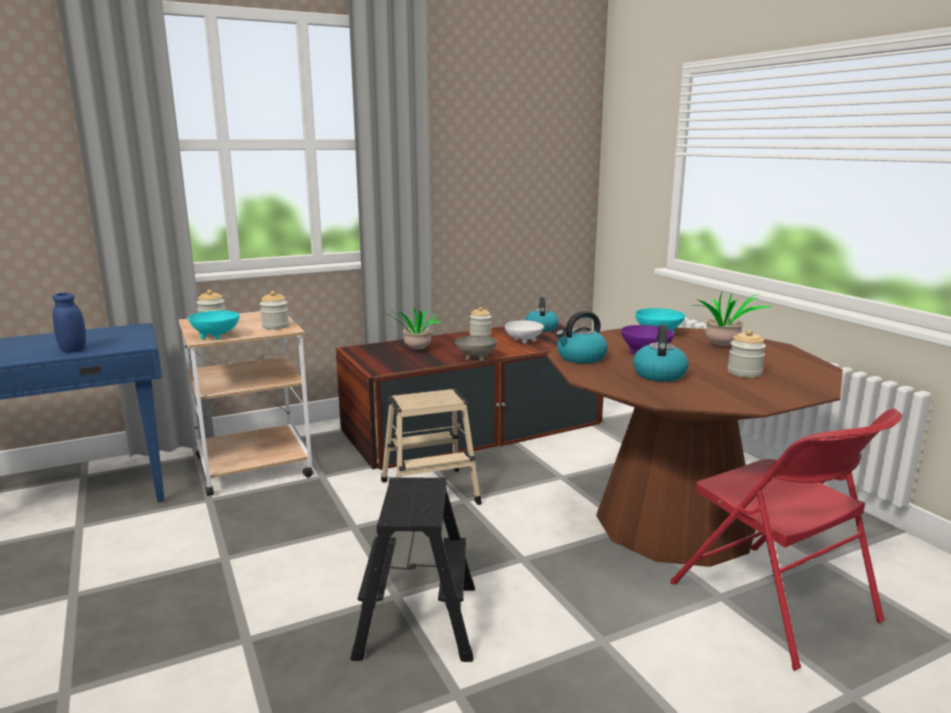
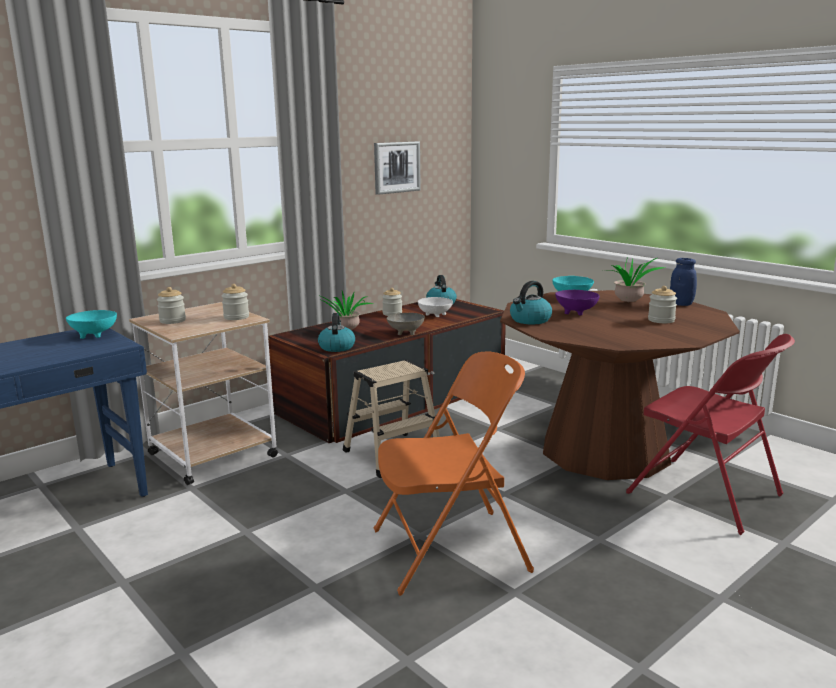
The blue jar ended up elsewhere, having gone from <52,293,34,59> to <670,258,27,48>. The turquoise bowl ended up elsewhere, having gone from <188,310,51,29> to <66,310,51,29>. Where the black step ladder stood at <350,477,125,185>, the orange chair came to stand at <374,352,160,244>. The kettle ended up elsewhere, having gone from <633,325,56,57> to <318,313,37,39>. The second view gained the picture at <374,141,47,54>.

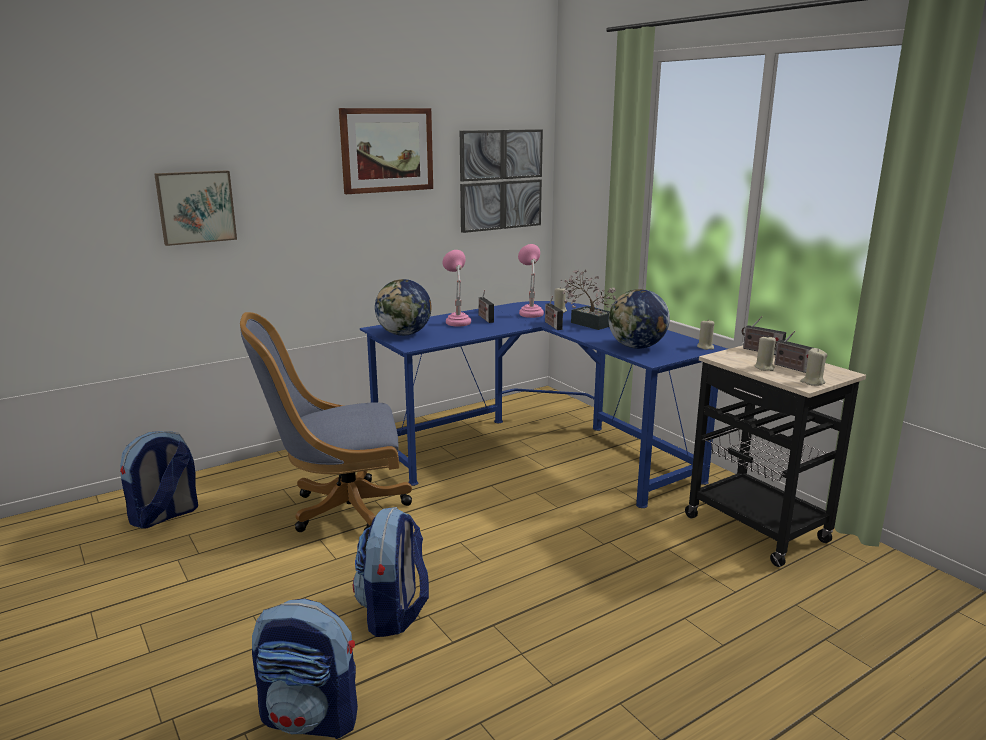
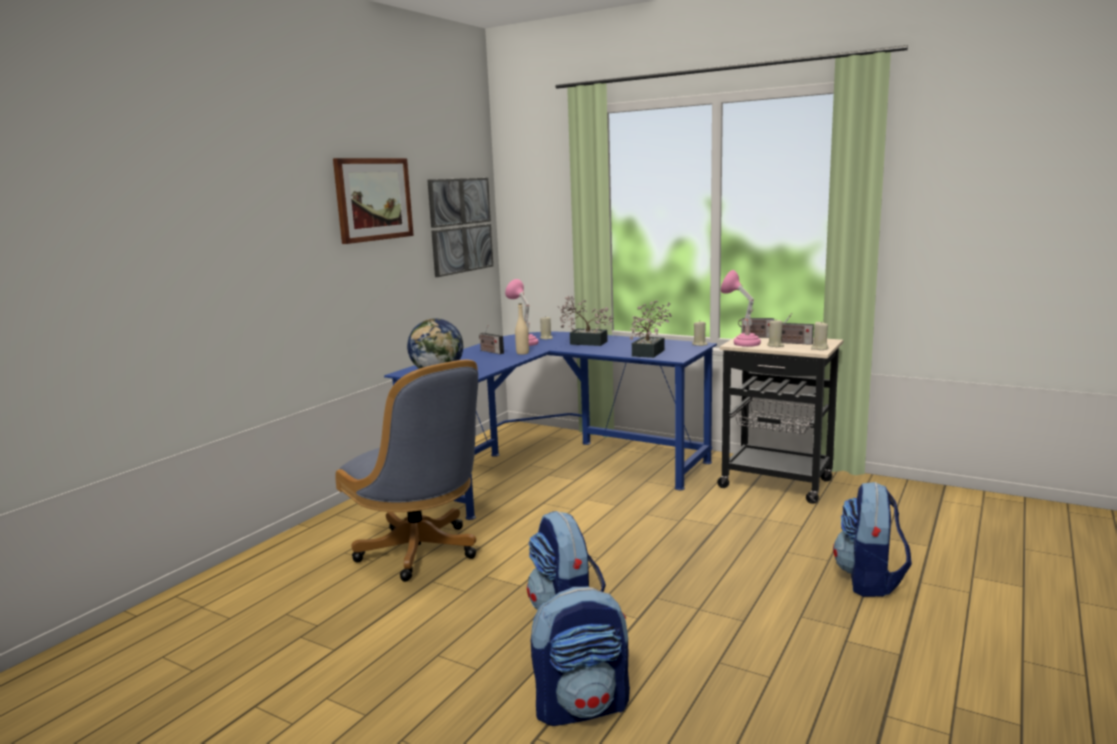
The backpack ended up elsewhere, having gone from <120,431,78,98> to <833,482,79,115>. The second view lost the picture at <154,170,83,76>. The blue office chair at <240,312,172,220> ended up facing another way, 90 degrees counterclockwise from before. The pink table lamp ended up elsewhere, having gone from <442,250,29,77> to <721,270,40,77>. The second view lost the radio at <545,296,18,34>. Where the globe stood at <608,289,62,60>, the potted plant came to stand at <630,300,42,58>. The second view gained the beige bottle at <515,303,14,52>.

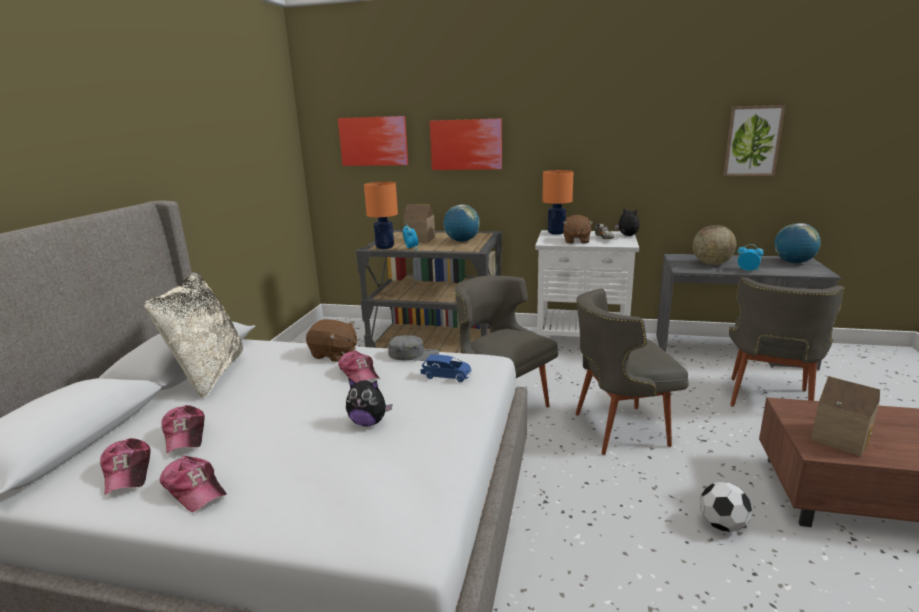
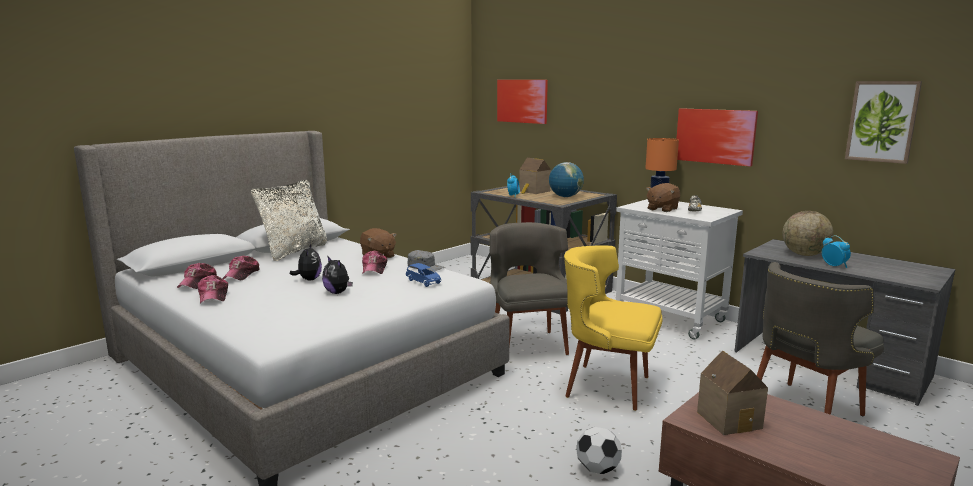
The second view lost the orange table lamp at <364,182,34,67>. The picture ended up elsewhere, having gone from <430,118,72,52> to <676,108,82,59>. What was the grey chair at <576,289,113,166> turned into the yellow chair at <564,245,99,166>. The plush toy ended up elsewhere, having gone from <615,208,24,28> to <290,245,32,35>. The second view lost the globe at <774,223,47,40>.

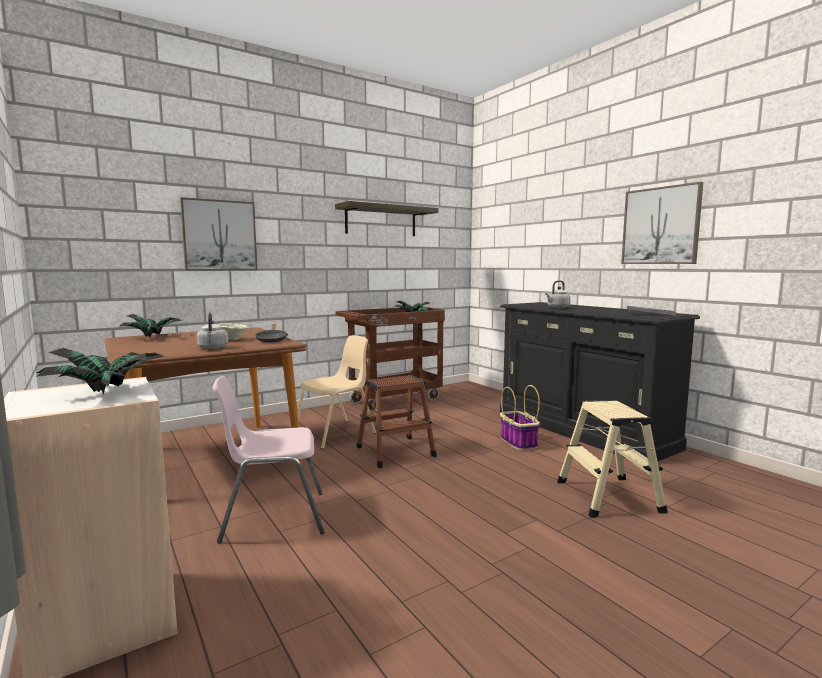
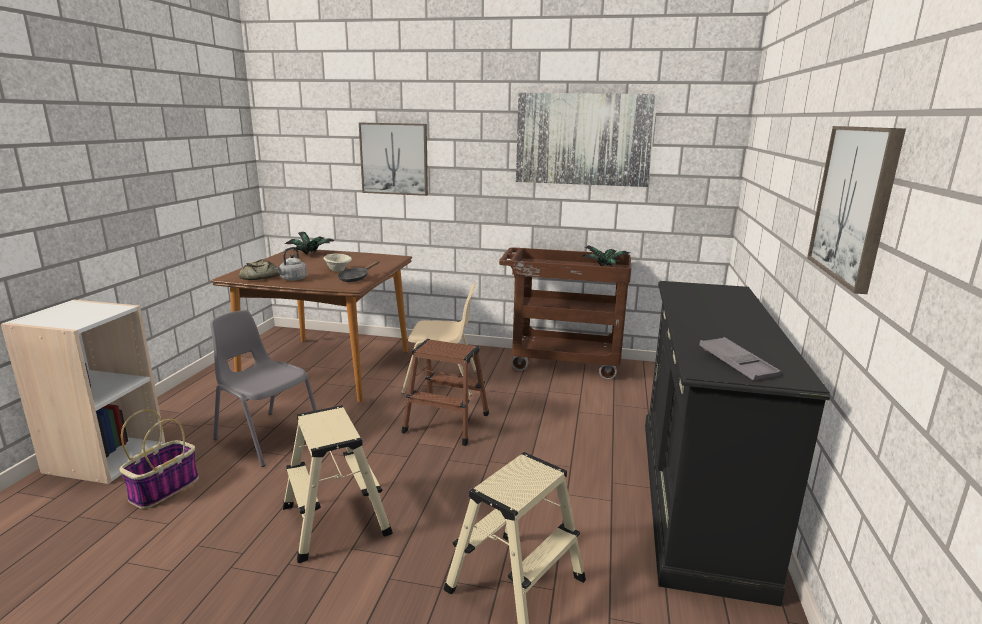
The second view lost the potted plant at <36,348,129,47>. What was the pink chair at <212,376,113,167> turned into the grey chair at <210,310,107,157>. Where the shelf hung at <335,201,104,35>, the picture came to hang at <516,93,142,94>. The basket ended up elsewhere, having gone from <500,385,40,65> to <119,410,80,99>. The second view lost the grey kettle at <545,280,26,28>. The second view gained the bread at <239,259,41,21>. The second view gained the beige step ladder at <283,405,110,158>.

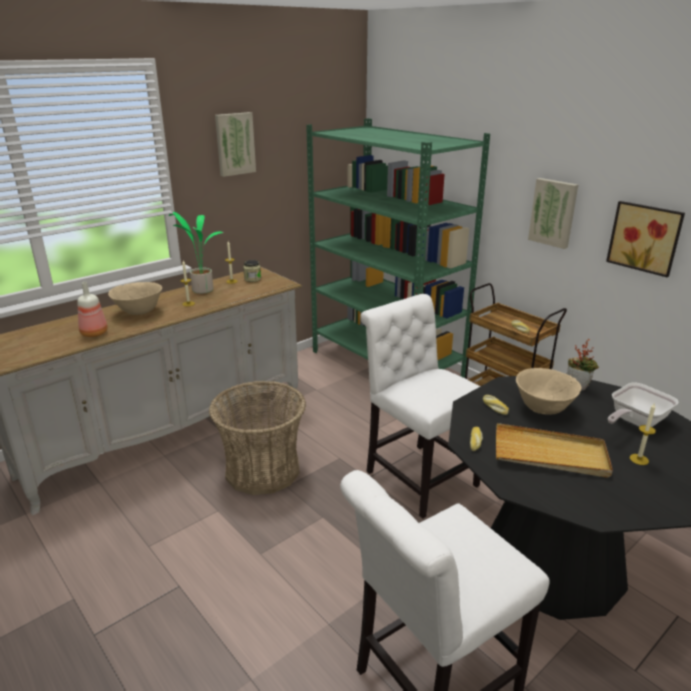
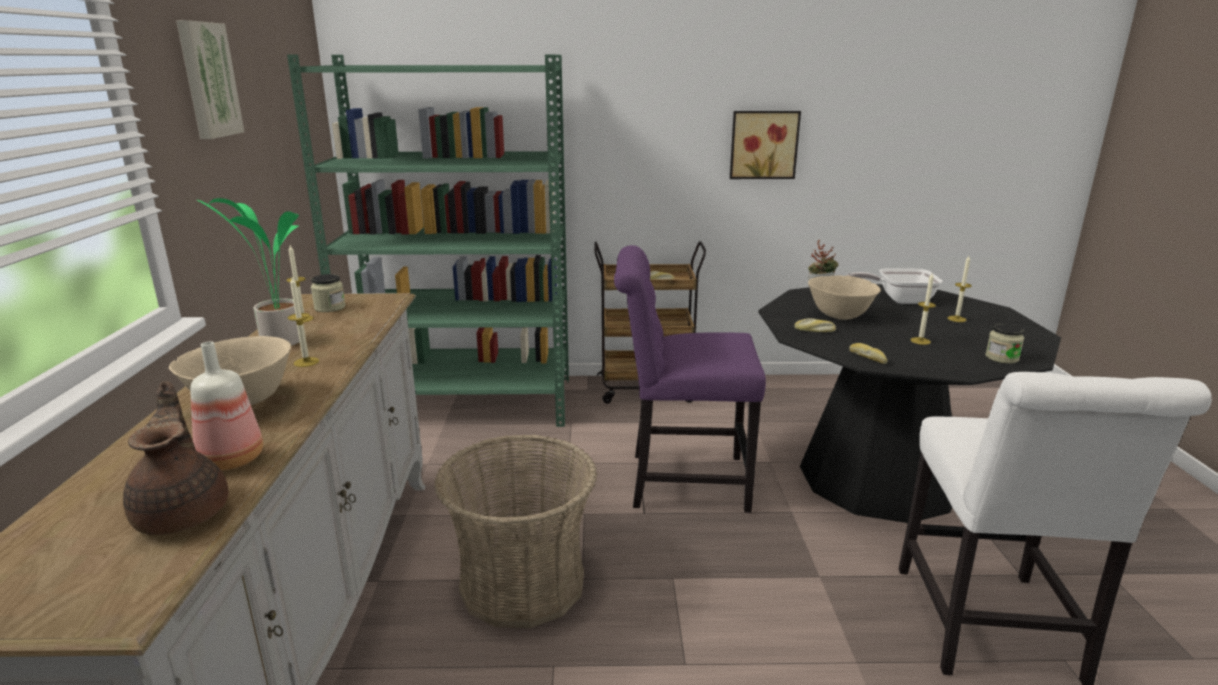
What was the white chair at <360,294,120,224> turned into the purple chair at <614,245,152,268>. Where the beige tray stood at <496,423,117,55>, the candle came to stand at <910,273,26,72>. The second view lost the picture at <528,178,50,71>. The frying pan at <608,382,71,45> ended up facing another way, 90 degrees clockwise from before. The second view gained the brown teapot at <123,382,105,153>. The second view gained the jar at <985,323,39,41>.

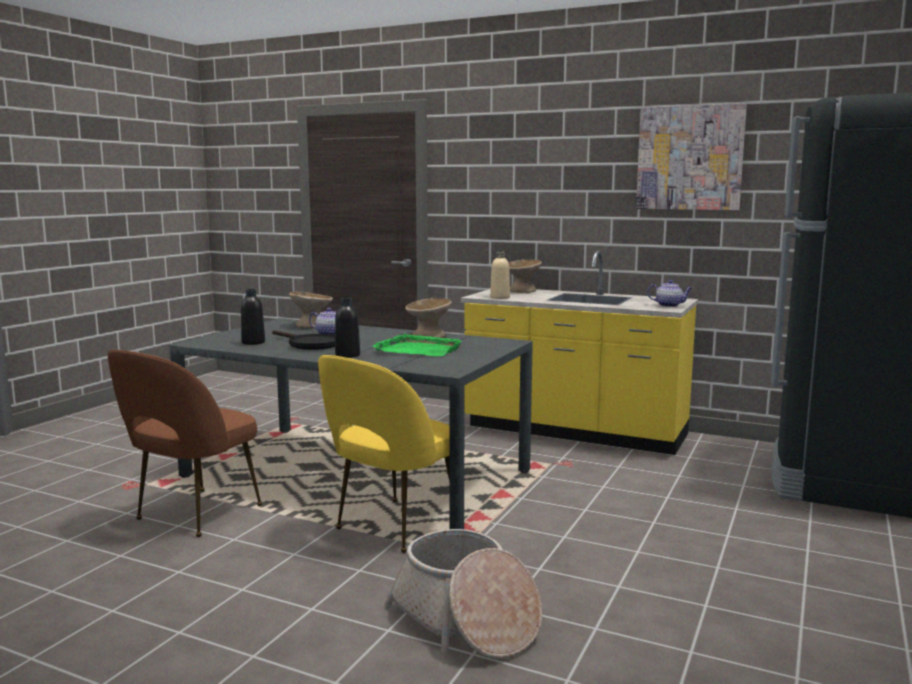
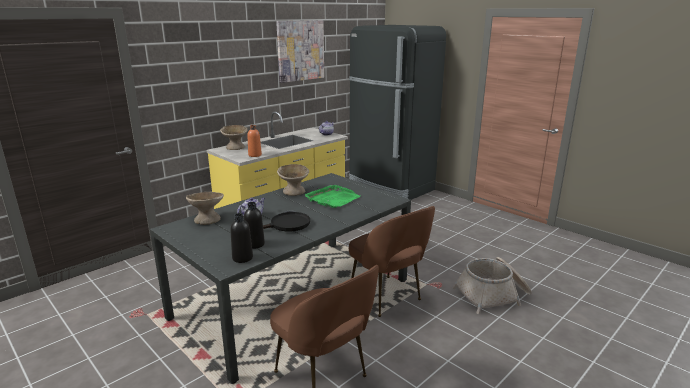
What was the yellow chair at <318,355,132,198> turned into the brown chair at <349,206,86,111>. The black bottle ended up elsewhere, having gone from <335,297,25,61> to <230,213,23,50>. What was the beige bottle at <490,252,20,47> turned into the orange bottle at <247,125,15,32>.

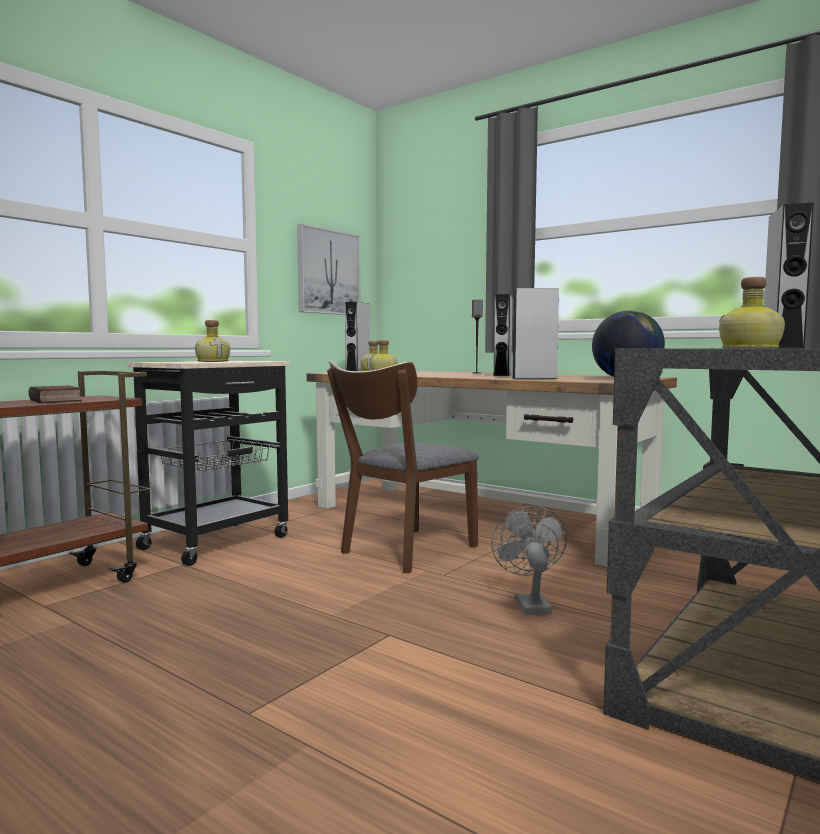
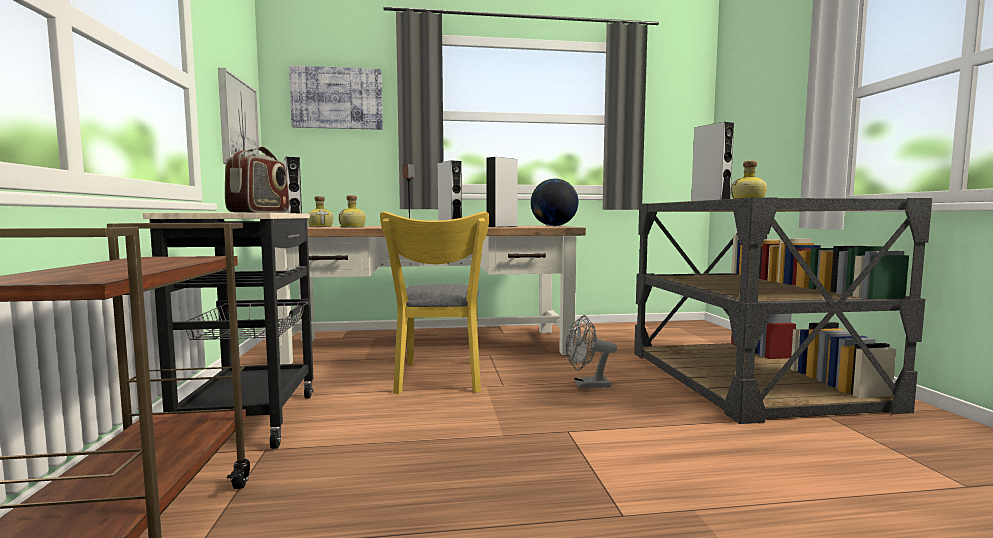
The second view lost the book at <28,386,54,17>. Where the bottle stood at <195,320,35,42>, the radio came to stand at <225,146,64,67>. What was the brown chair at <327,360,152,213> turned into the yellow chair at <380,211,109,183>. The grey fan at <491,506,76,109> ended up facing another way, 45 degrees counterclockwise from before. The second view gained the picture at <289,65,94,65>.

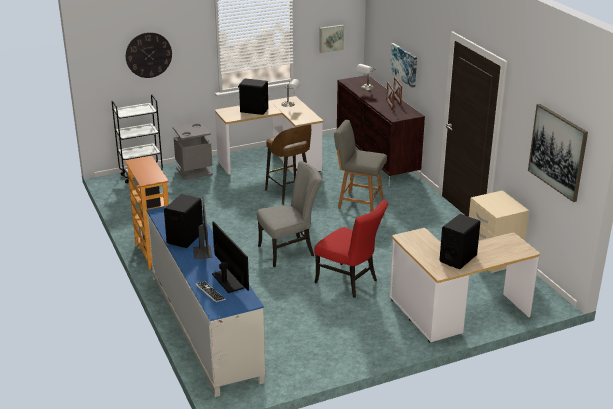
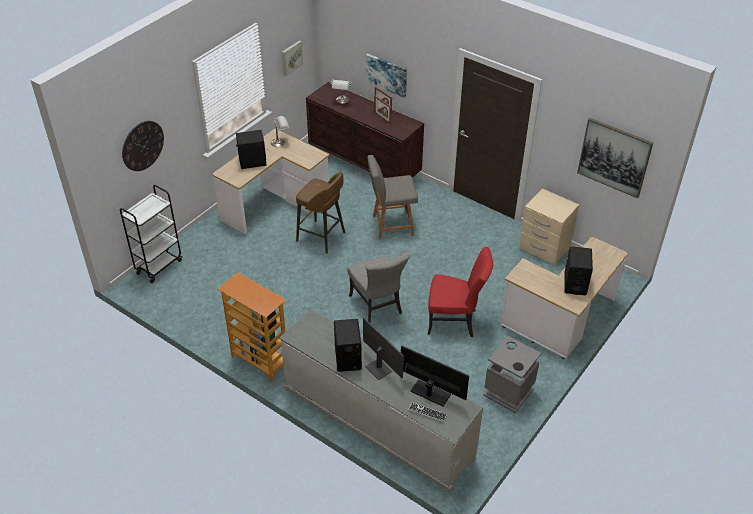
What was the blue cabinet at <146,206,119,191> turned into the grey cabinet at <279,309,204,185>. The grey trash can ended up elsewhere, having gone from <173,122,40,58> to <483,336,58,77>. The grey chair at <257,161,65,106> ended up facing another way, 120 degrees clockwise from before.

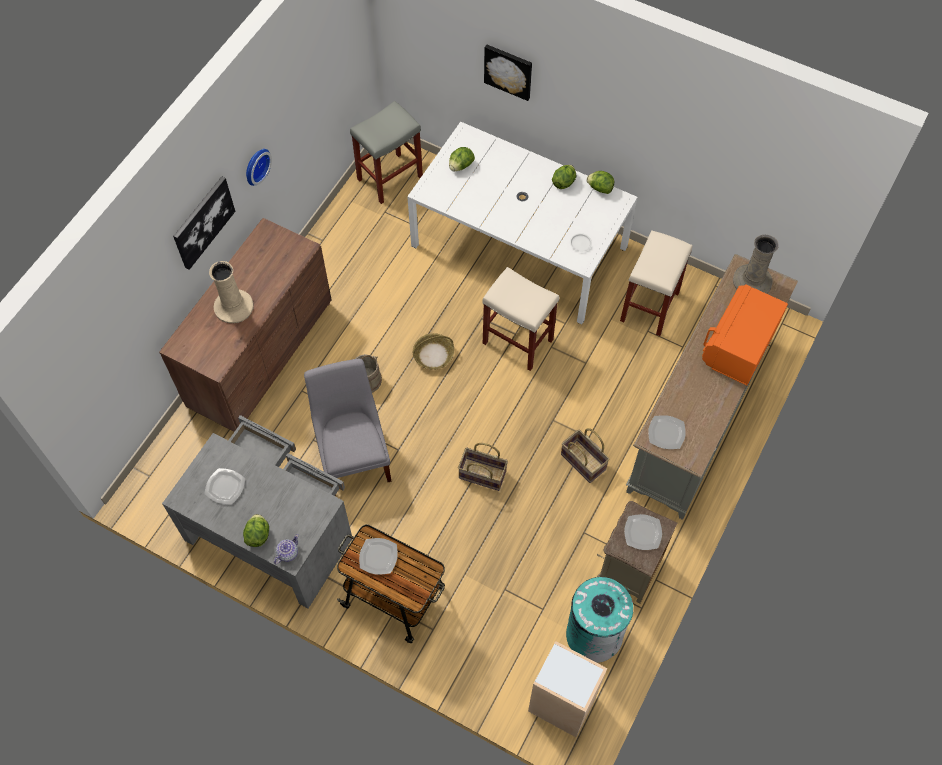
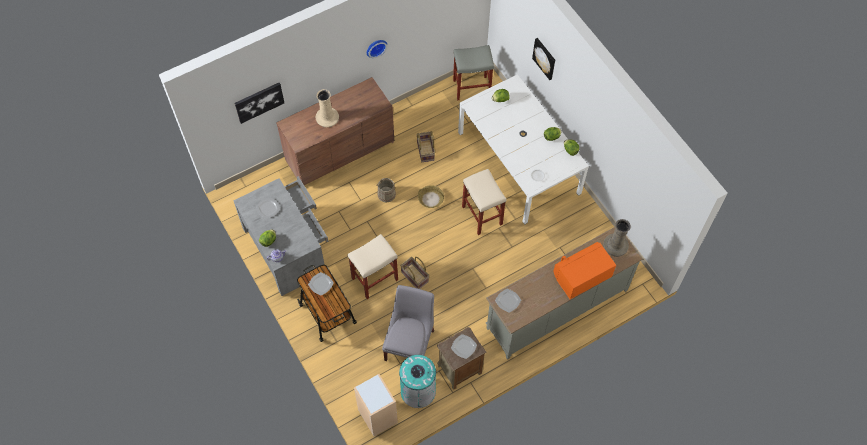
The picture ended up elsewhere, having gone from <173,176,62,94> to <234,83,50,41>. The grey chair ended up elsewhere, having gone from <304,358,87,138> to <382,285,52,76>. The basket ended up elsewhere, having gone from <561,428,49,55> to <416,131,19,31>. The beige stool ended up elsewhere, having gone from <620,230,73,106> to <347,234,51,65>.

